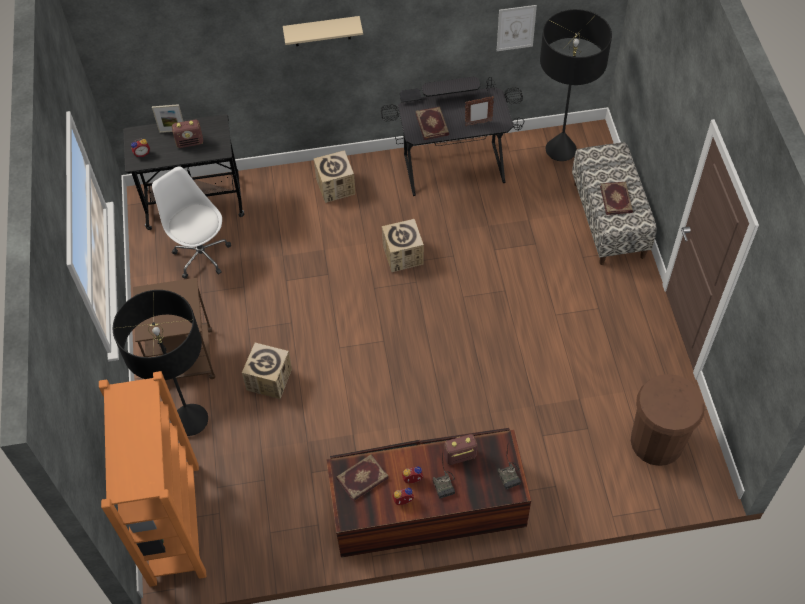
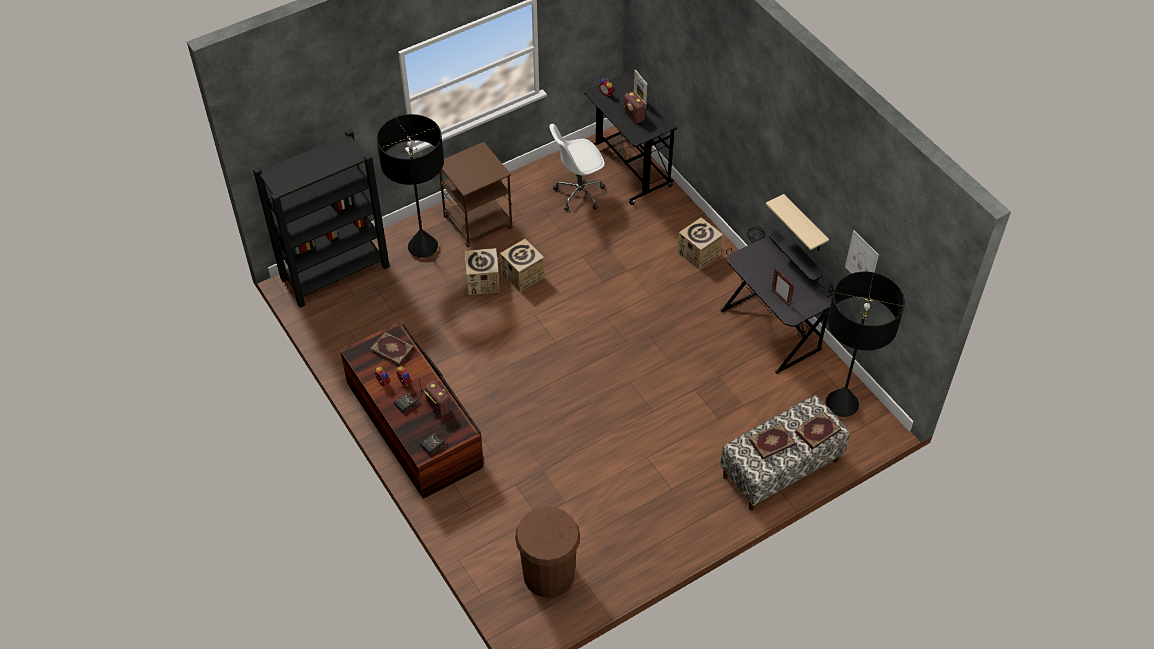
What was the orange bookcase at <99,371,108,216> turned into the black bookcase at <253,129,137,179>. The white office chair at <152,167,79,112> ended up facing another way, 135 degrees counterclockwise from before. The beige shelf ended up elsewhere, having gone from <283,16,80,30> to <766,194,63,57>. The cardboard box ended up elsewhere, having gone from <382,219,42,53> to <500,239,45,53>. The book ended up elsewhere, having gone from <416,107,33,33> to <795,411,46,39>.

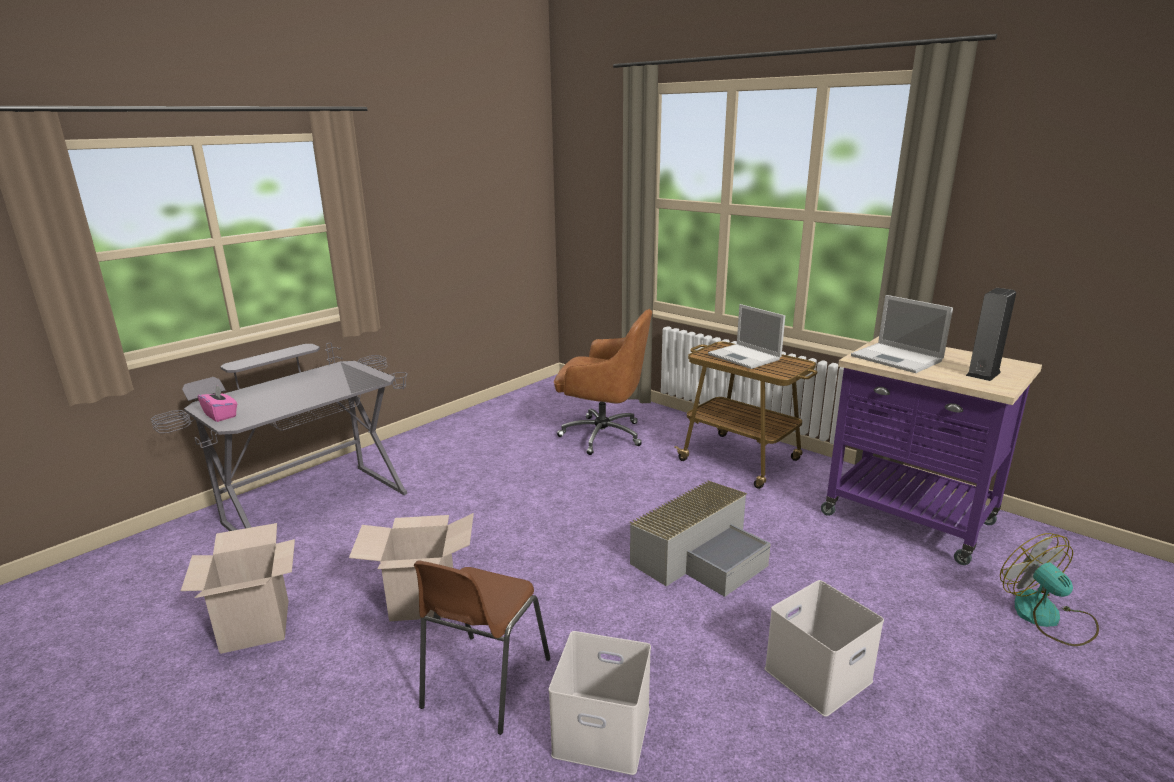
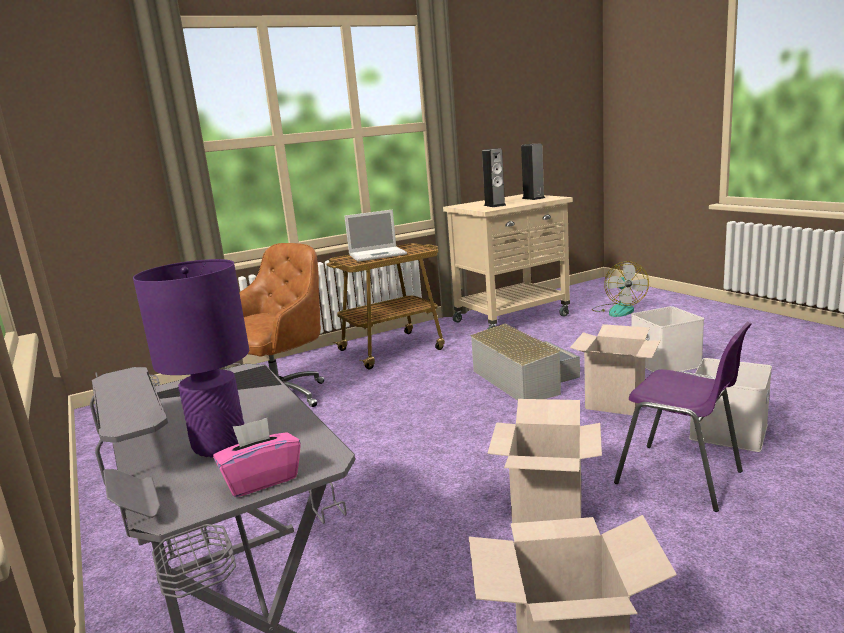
What was the brown chair at <414,560,137,175> turned into the purple chair at <614,322,138,190>. What was the purple cart at <821,336,221,229> turned into the beige cart at <443,194,130,135>. Where the laptop stood at <851,295,102,78>, the speaker came to stand at <482,149,24,58>. The fan at <1000,533,99,113> ended up facing another way, 90 degrees counterclockwise from before. The second view gained the purple table lamp at <133,259,116,198>. The second view gained the cardboard box at <570,324,91,91>.

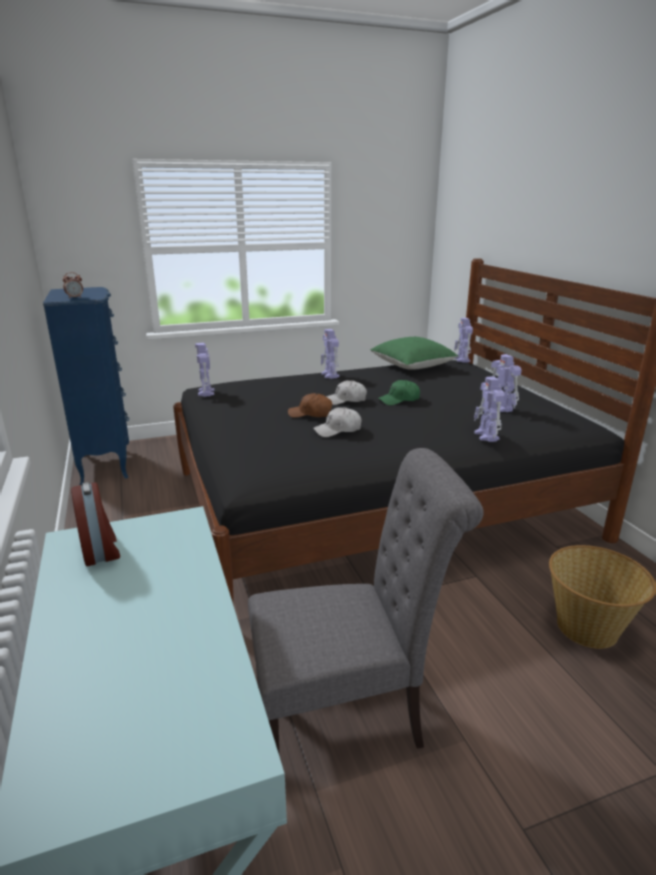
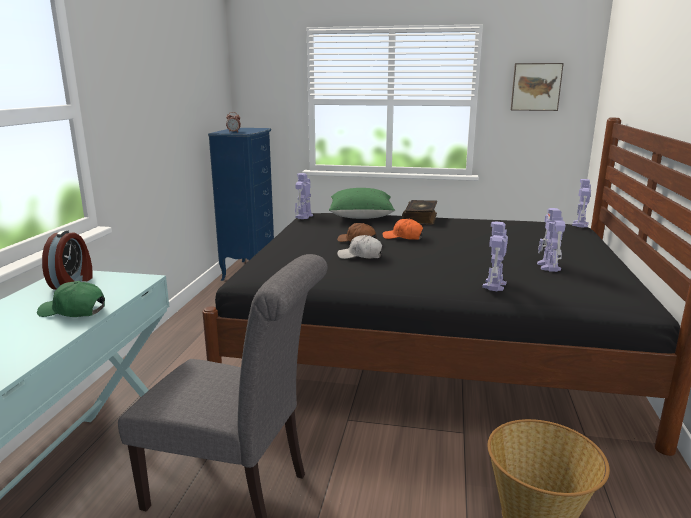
Where the toy robot stood at <321,329,18,50>, the book came to stand at <402,200,35,25>. What was the white cap at <326,380,41,25> turned into the orange cap at <383,219,40,21>. The green pillow ended up elsewhere, having gone from <370,337,88,33> to <329,188,66,31>. The green cap ended up elsewhere, having gone from <378,380,42,25> to <37,281,68,36>. The second view gained the picture at <511,63,53,48>.

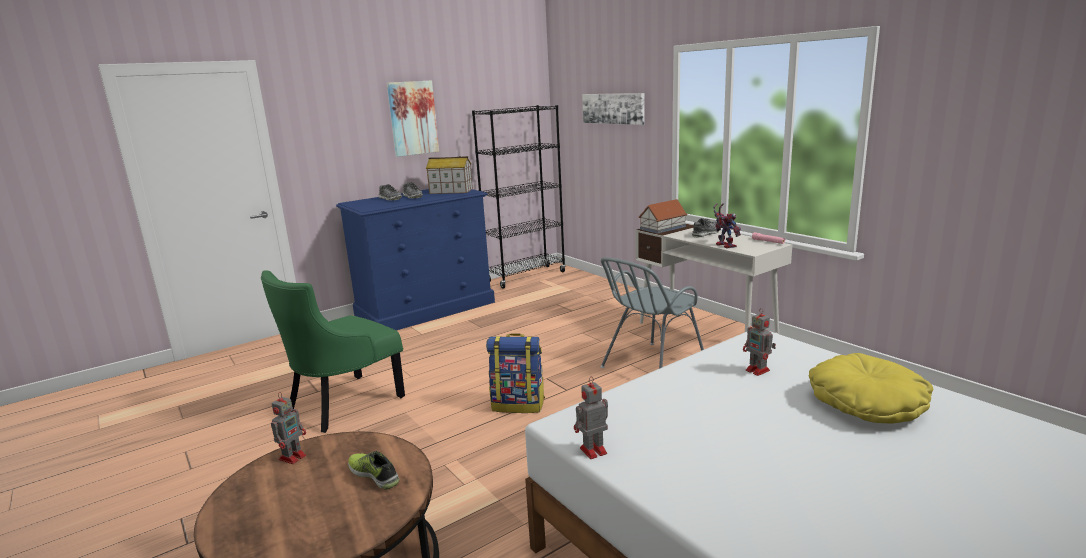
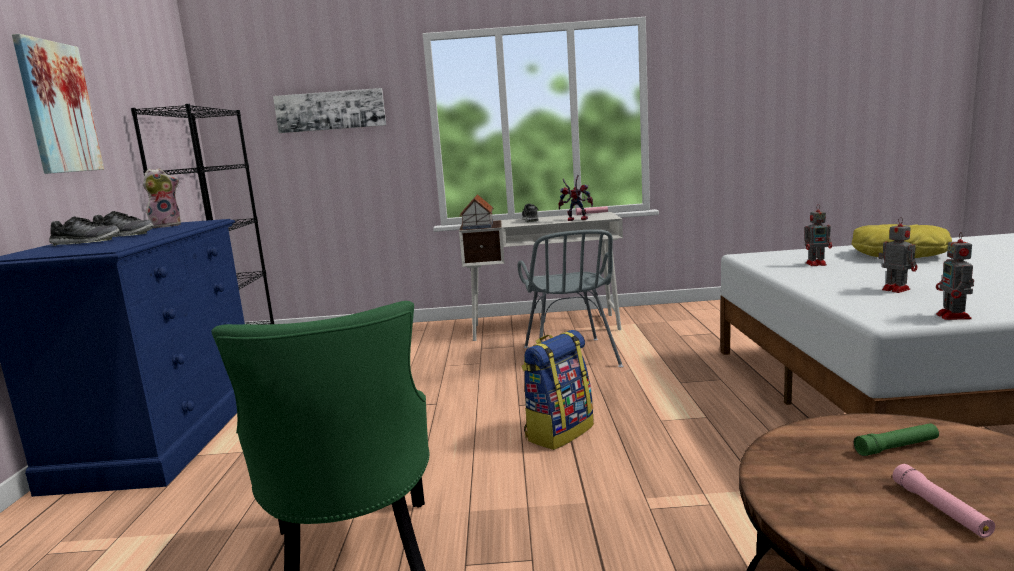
The toy robot ended up elsewhere, having gone from <271,392,35,72> to <878,217,39,76>. Where the shoe stood at <348,451,51,39>, the green flashlight came to stand at <854,423,85,33>. Where the toy house stood at <426,156,47,38>, the plush toy came to stand at <143,168,38,60>. The second view gained the pink flashlight at <892,464,103,74>.

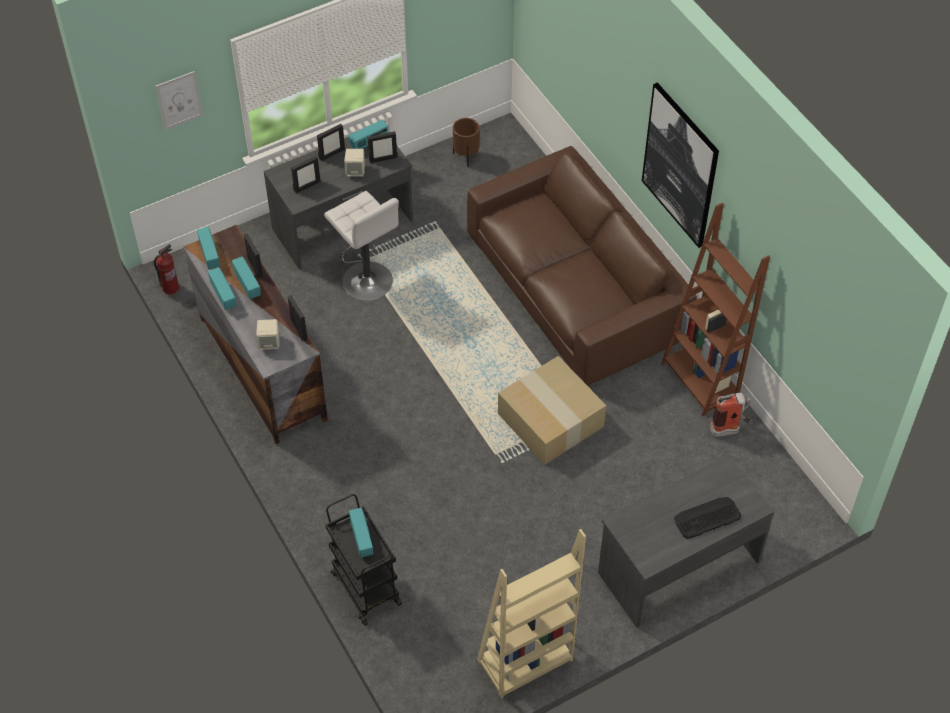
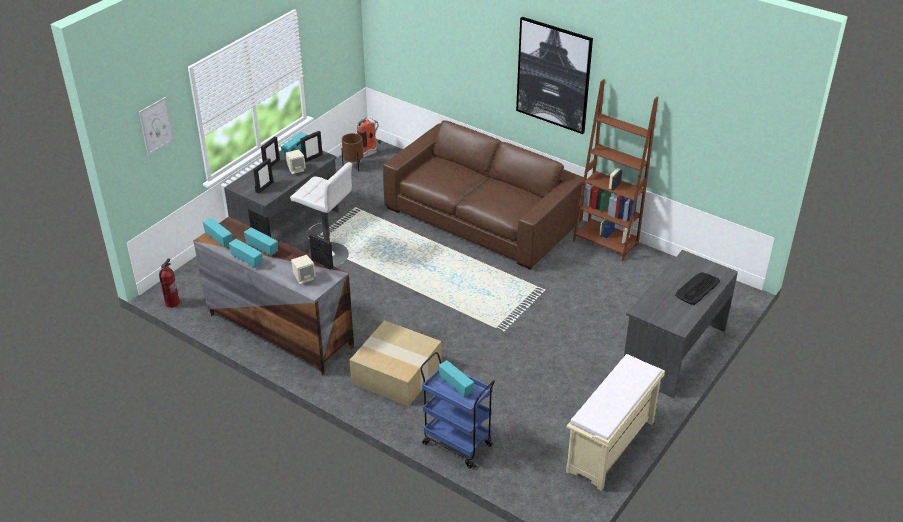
What was the black cart at <325,494,77,132> turned into the blue cart at <420,352,75,117>. Where the beige bookcase stood at <477,529,109,170>, the beige bench came to stand at <566,354,99,137>. The cardboard box ended up elsewhere, having gone from <498,356,108,109> to <350,320,91,86>. The fire extinguisher ended up elsewhere, having gone from <710,393,41,44> to <357,117,25,41>.

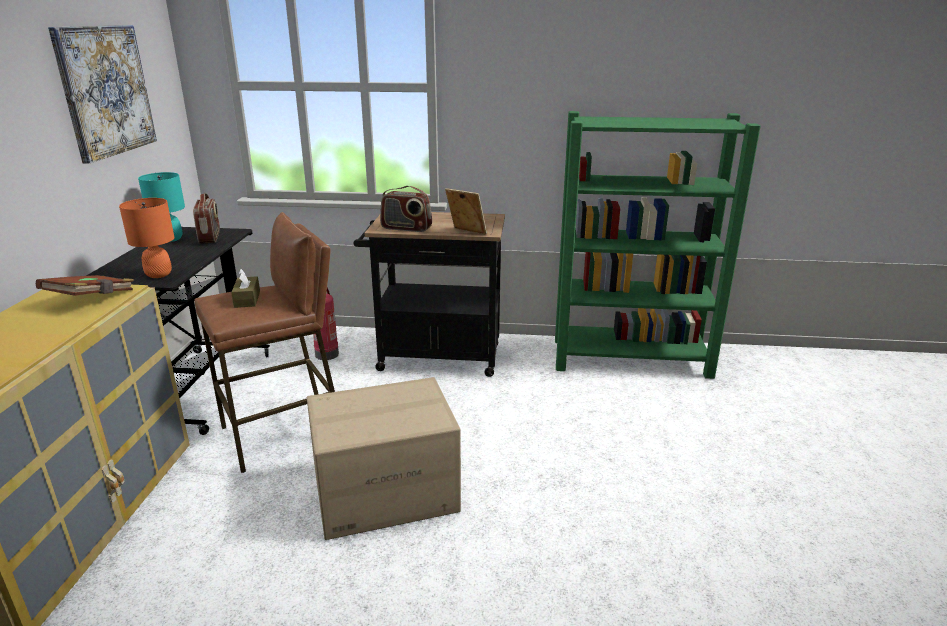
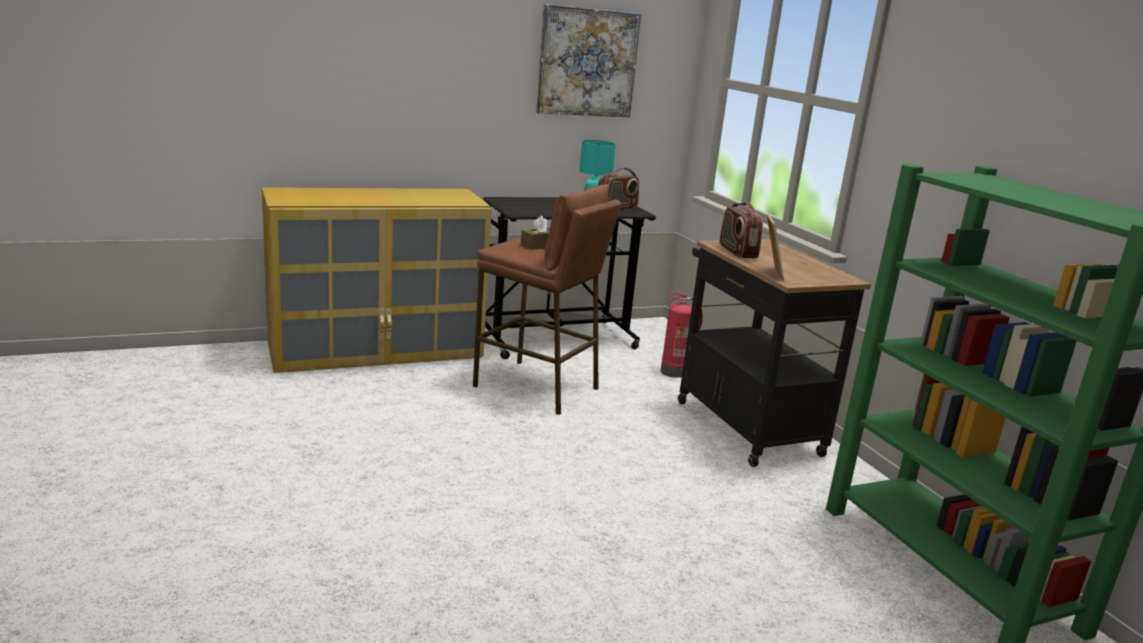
The second view lost the brown book at <36,275,98,21>. The second view lost the orange table lamp at <119,198,55,80>. The second view lost the cardboard box at <307,377,154,163>.

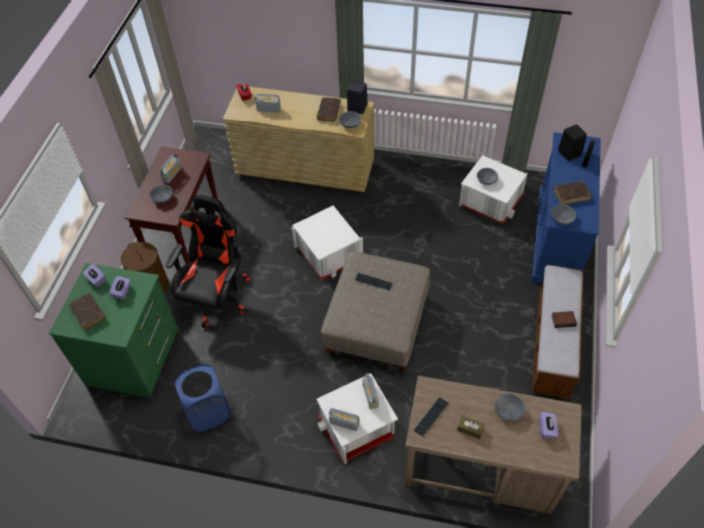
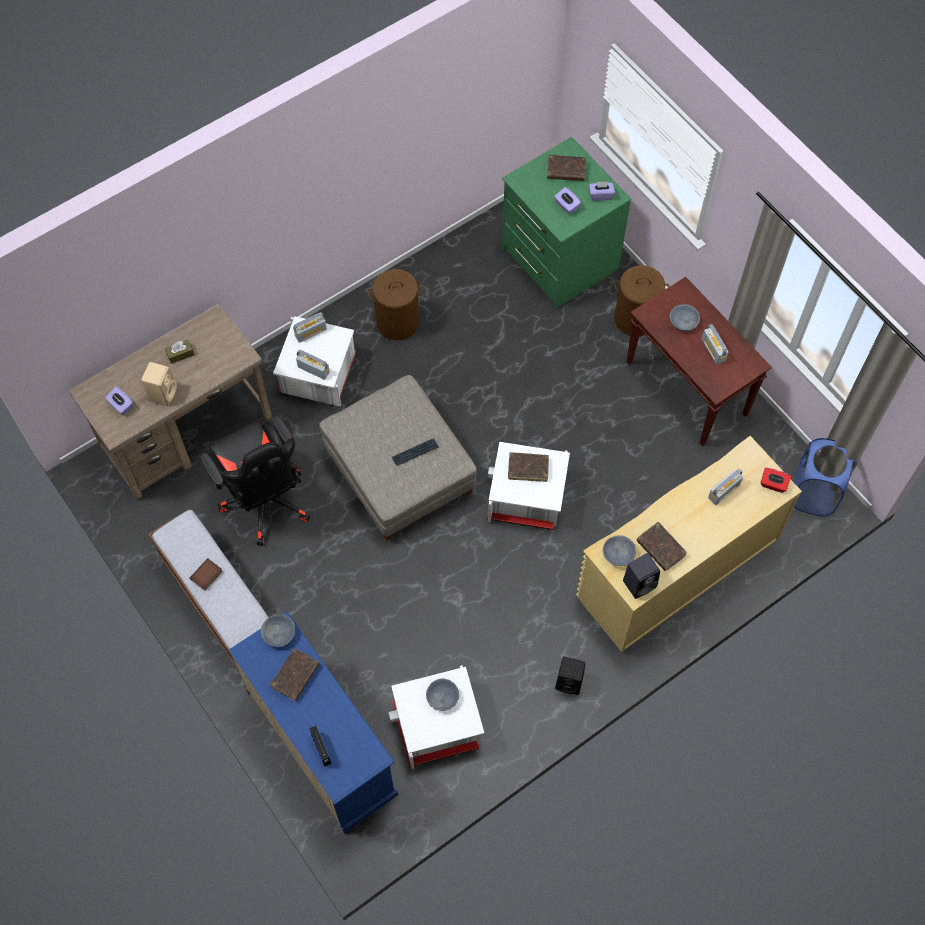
The black office chair ended up elsewhere, having gone from <166,195,85,133> to <200,416,110,130>. The blue laundry basket ended up elsewhere, having gone from <174,365,57,67> to <794,438,61,79>. The second view lost the keyboard at <414,397,35,39>. Where the grey bowl stood at <495,393,30,28>, the beige speaker came to stand at <141,362,37,44>. The black speaker ended up elsewhere, having gone from <558,124,29,37> to <555,657,31,38>. The second view gained the brown laundry basket at <368,269,55,71>. The second view gained the brown book at <508,452,41,30>.

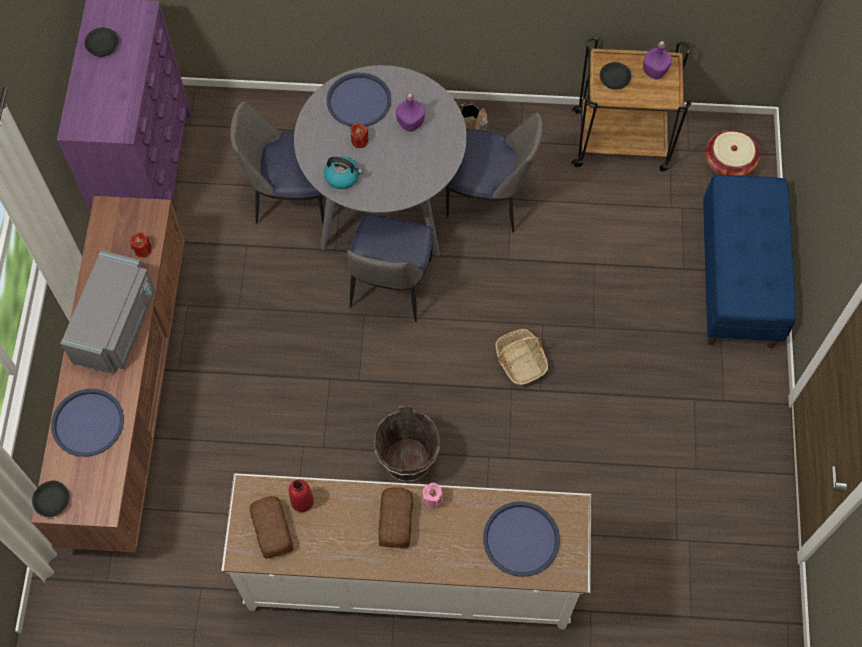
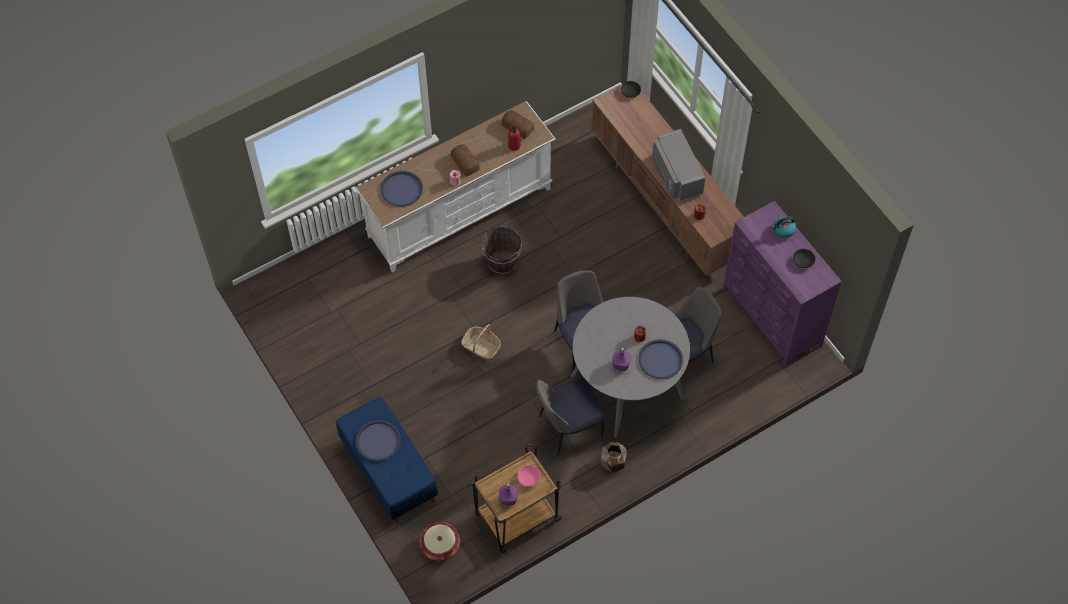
The blue tray ended up elsewhere, having gone from <51,389,73,68> to <356,420,45,41>. The kettle ended up elsewhere, having gone from <324,156,39,33> to <771,216,25,22>. What was the black bowl at <600,62,31,27> turned into the pink bowl at <517,465,23,22>.

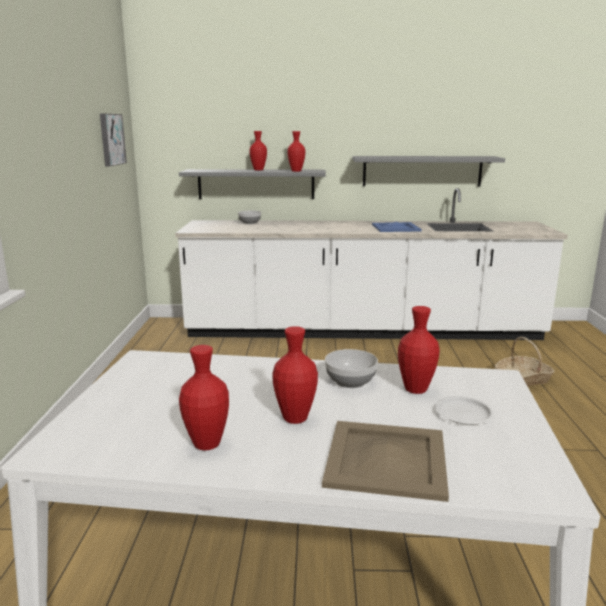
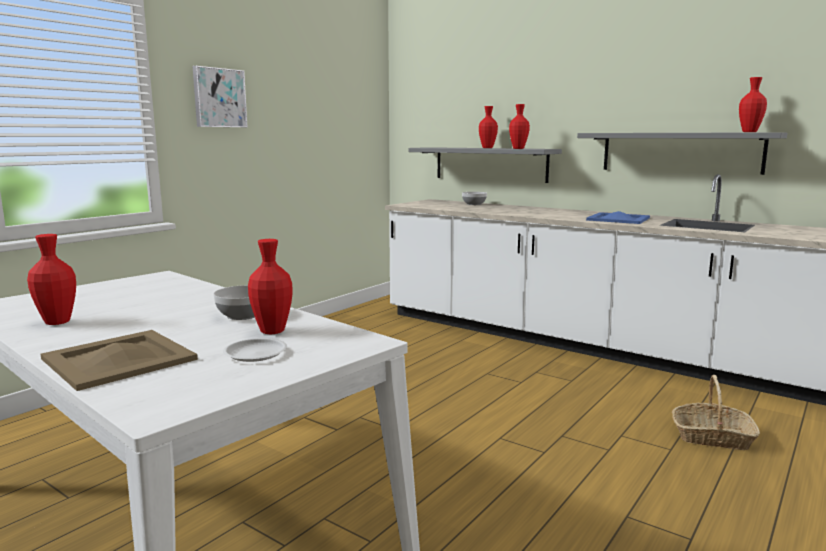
The picture ended up elsewhere, having gone from <100,113,27,53> to <193,66,54,61>. The red vase ended up elsewhere, having gone from <272,326,46,98> to <739,77,28,55>.

